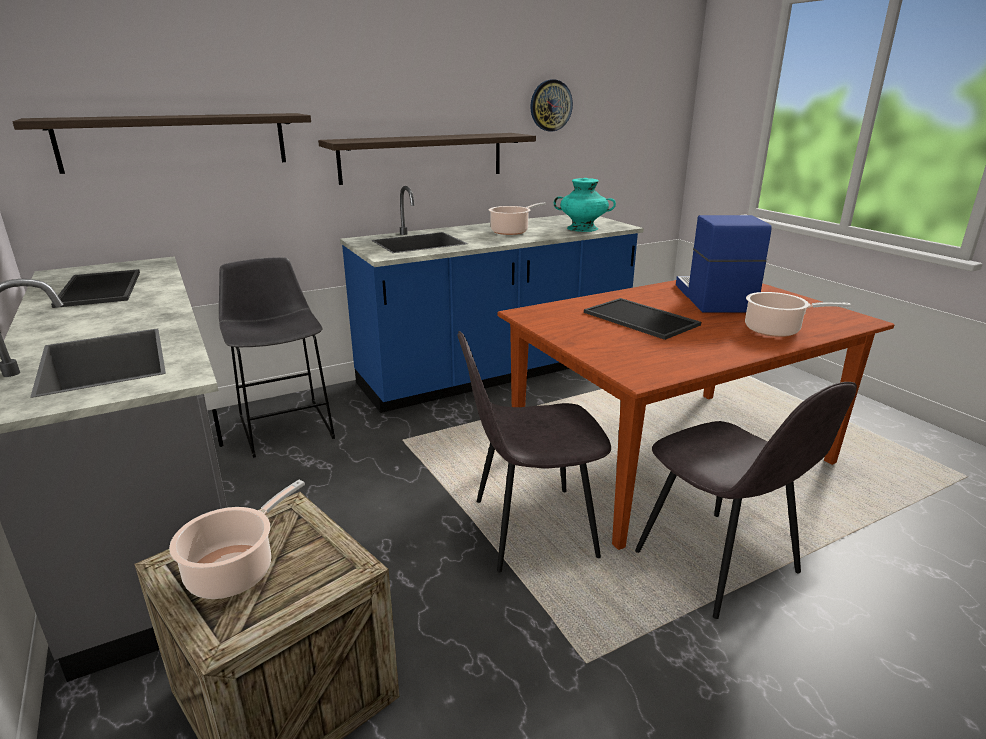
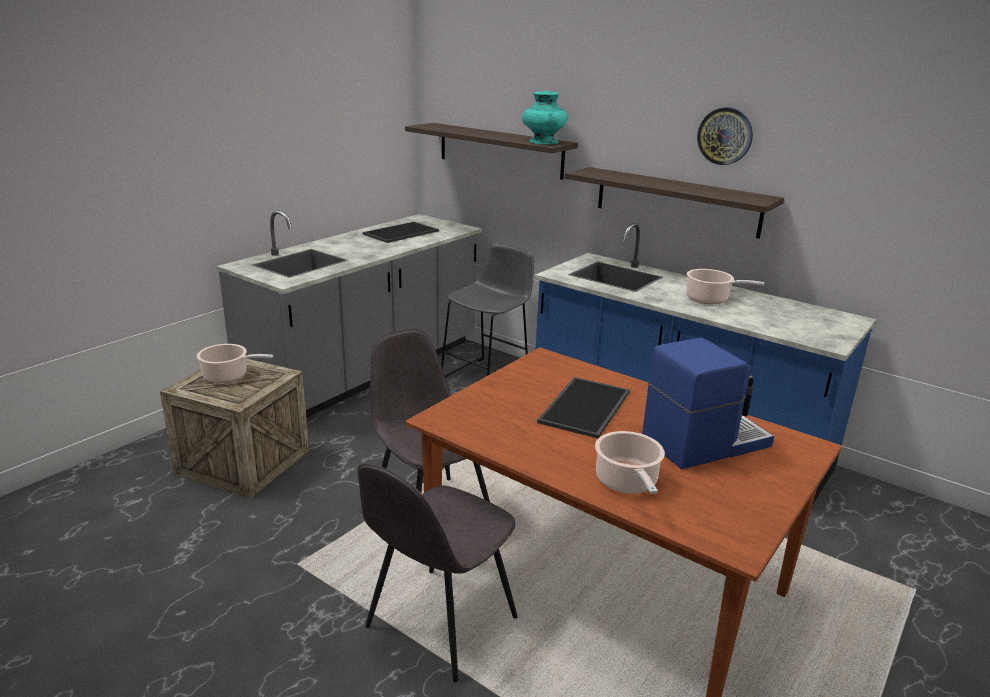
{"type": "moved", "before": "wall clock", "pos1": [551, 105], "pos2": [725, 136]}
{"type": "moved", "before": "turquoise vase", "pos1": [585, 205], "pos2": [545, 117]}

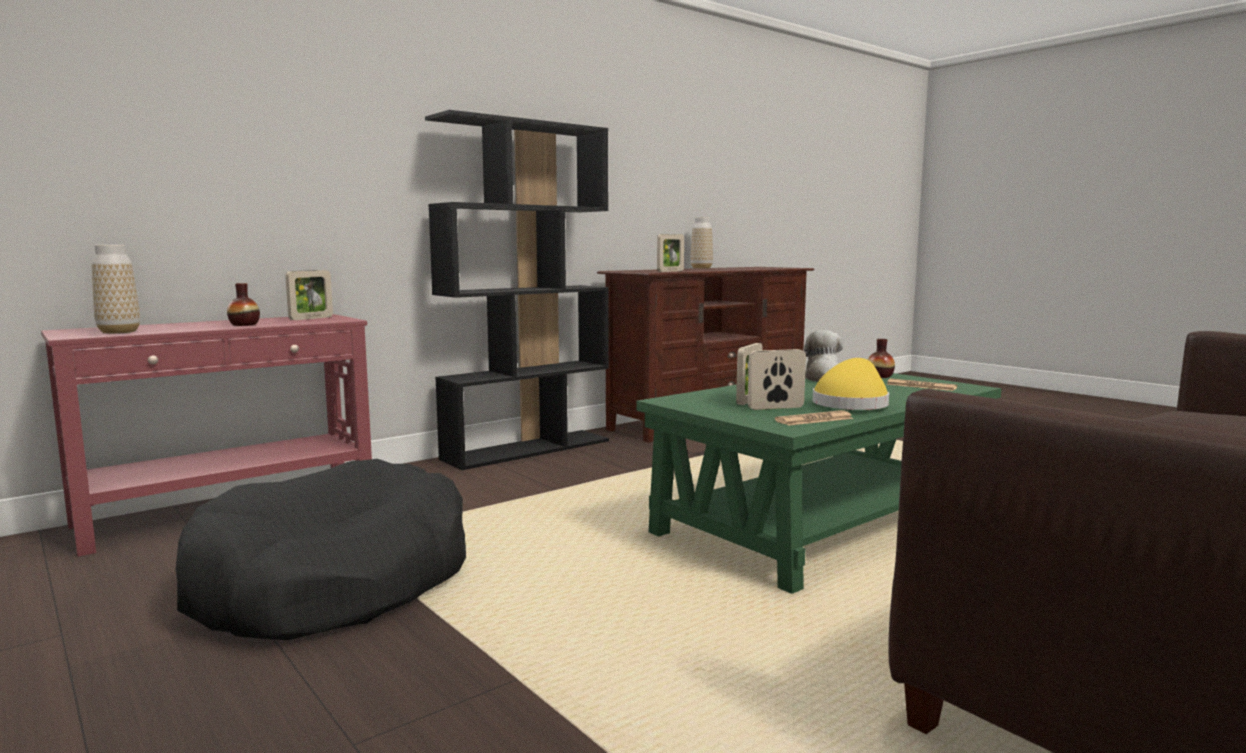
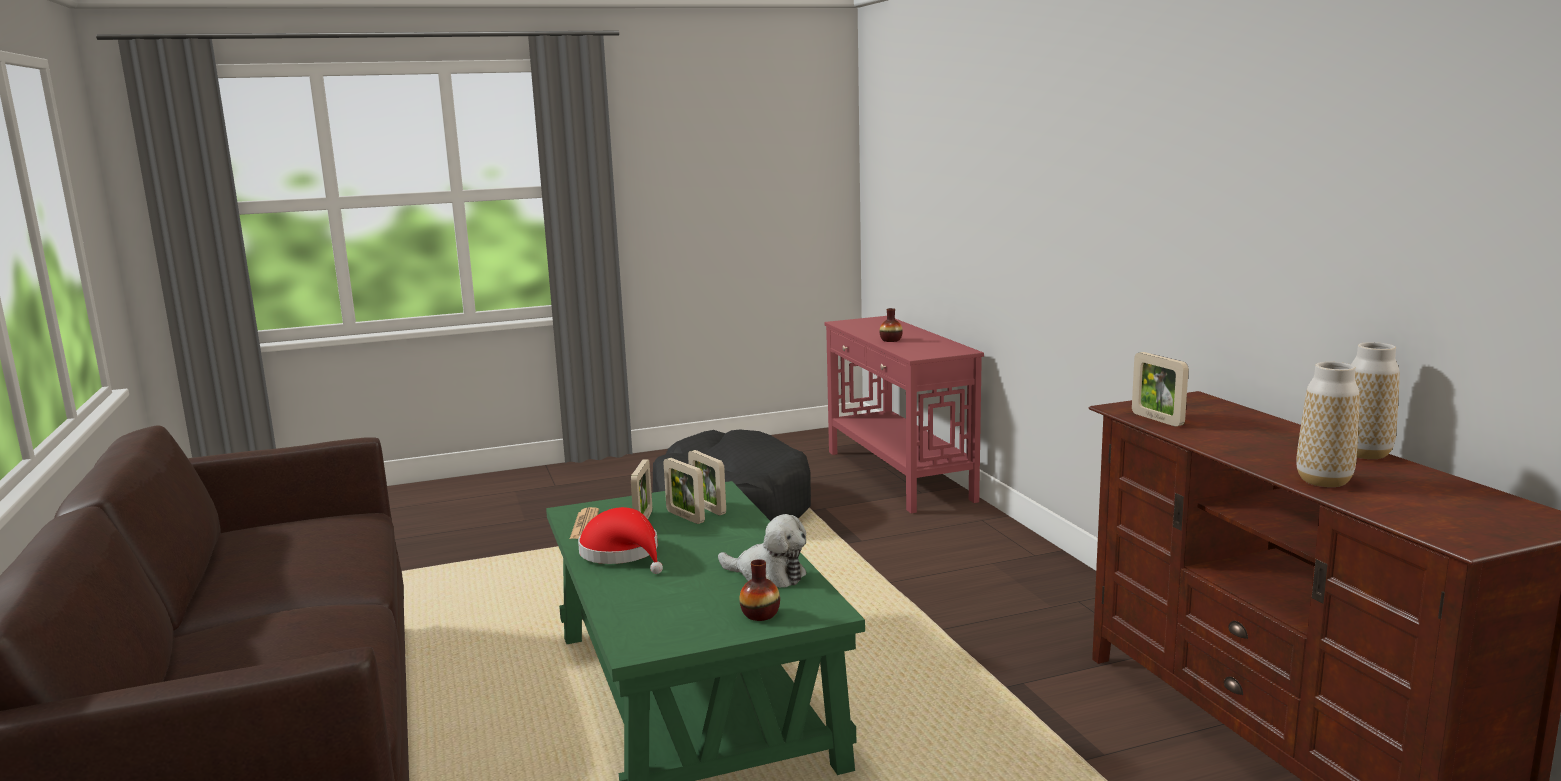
{"type": "removed", "before": "blackish shelving unit", "pos1": [517, 290]}
{"type": "removed", "before": "daily paper", "pos1": [922, 385]}
{"type": "moved", "before": "vase", "pos1": [116, 289], "pos2": [1328, 424]}
{"type": "moved", "before": "photo frame", "pos1": [309, 295], "pos2": [707, 483]}
{"type": "recoloured", "before": "yellowish hat", "after": "red-coloured hat", "pos1": [851, 384], "pos2": [620, 540]}

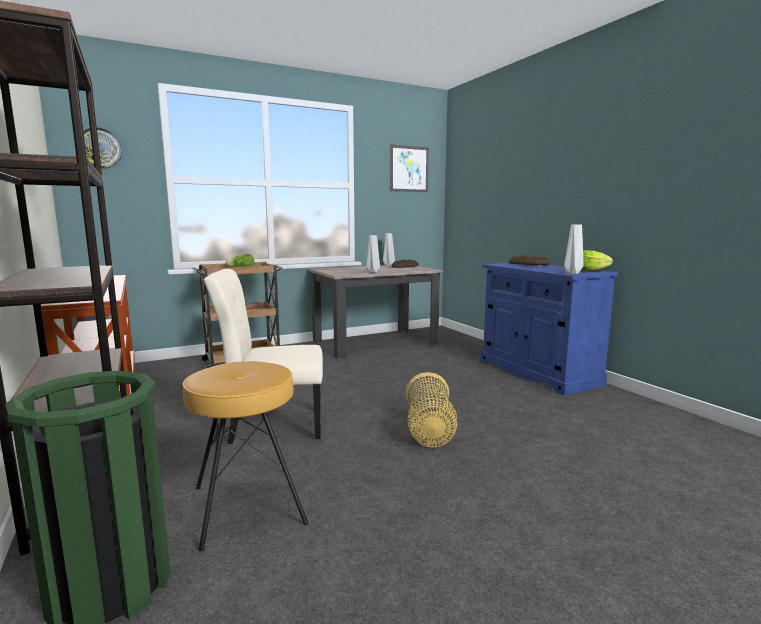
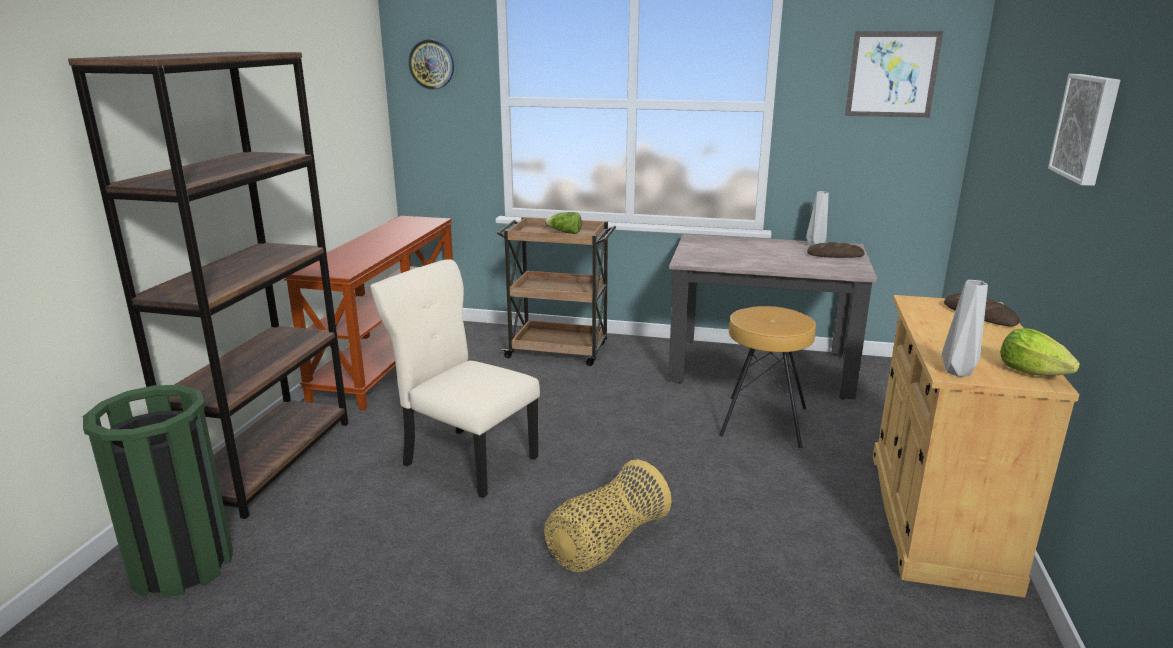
{"type": "removed", "before": "grey vase", "pos1": [373, 254]}
{"type": "added", "after": "wall art", "pos2": [1084, 130]}
{"type": "moved", "before": "brownish stool seat", "pos1": [245, 456], "pos2": [767, 377]}
{"type": "recoloured", "before": "blue cupboard", "after": "beige-coloured cupboard", "pos1": [549, 329], "pos2": [976, 446]}

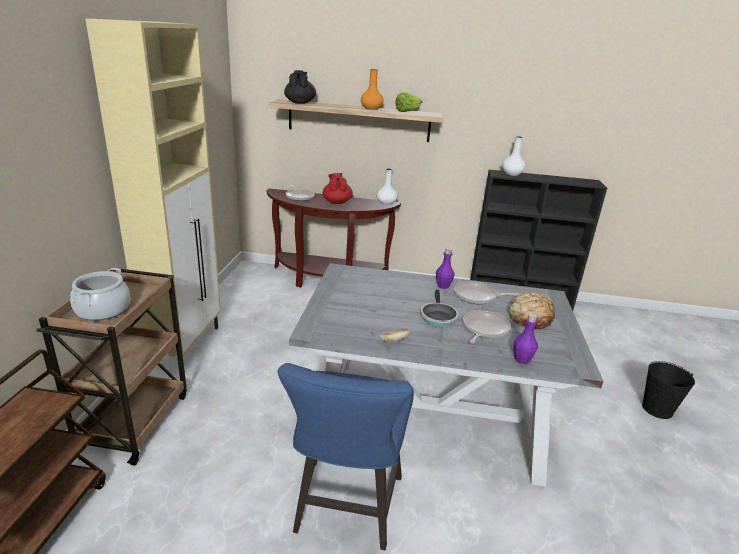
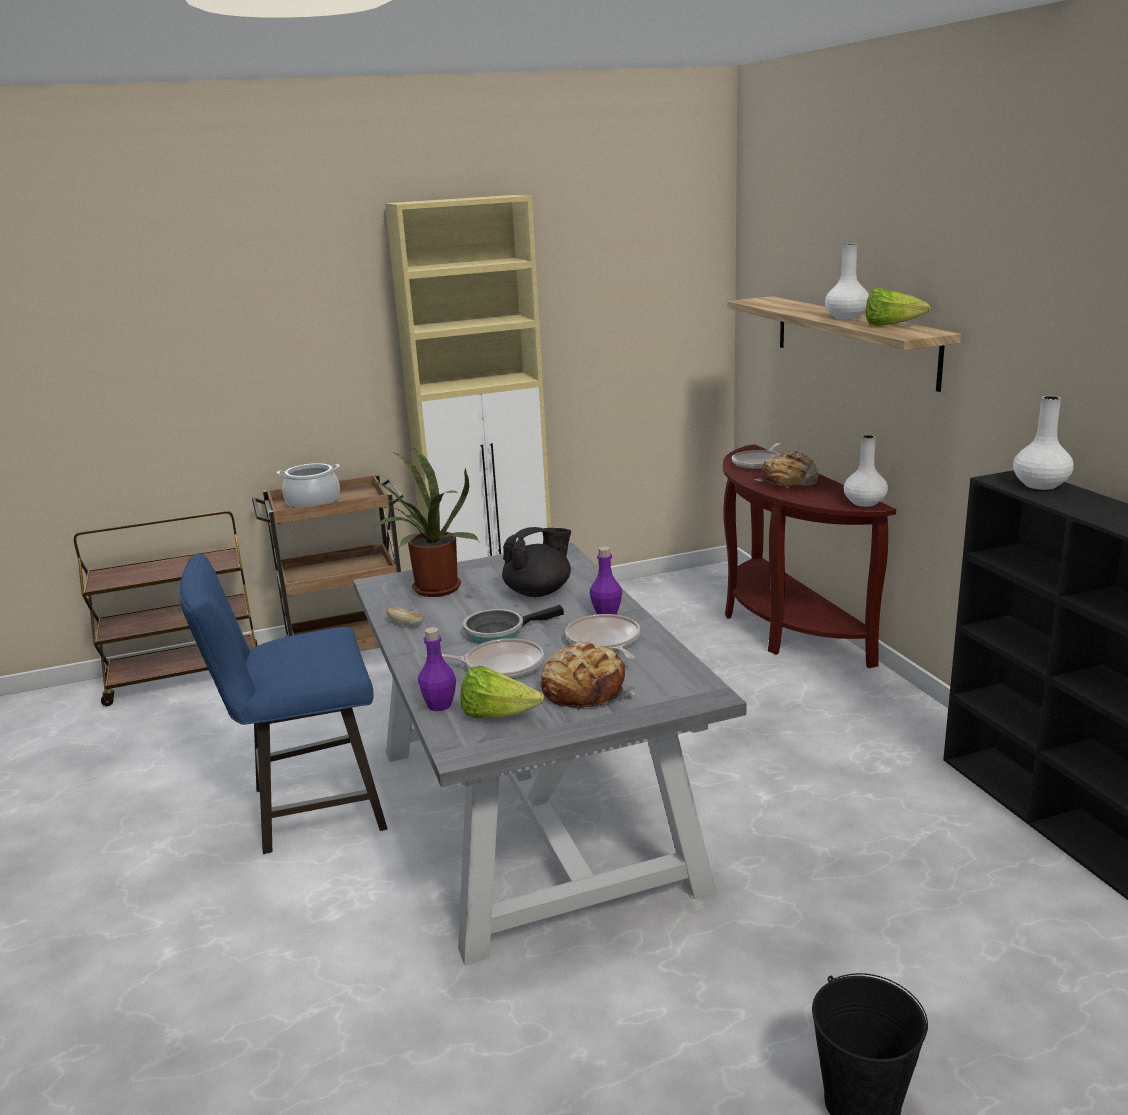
{"type": "added", "after": "potted plant", "pos2": [423, 522]}
{"type": "added", "after": "lettuce", "pos2": [502, 692]}
{"type": "moved", "before": "blackish pot for tea", "pos1": [300, 87], "pos2": [536, 562]}
{"type": "replaced", "before": "red-coloured pot for tea", "after": "bread", "pos1": [338, 188], "pos2": [786, 469]}
{"type": "recoloured", "before": "orange vase", "after": "white vase", "pos1": [372, 89], "pos2": [847, 281]}

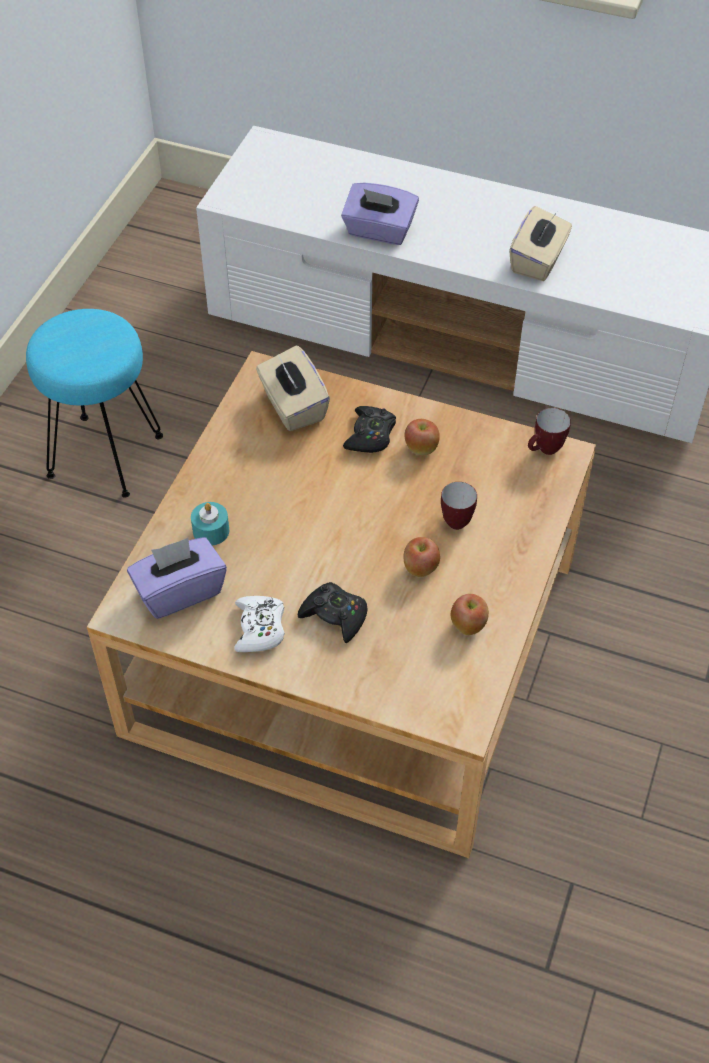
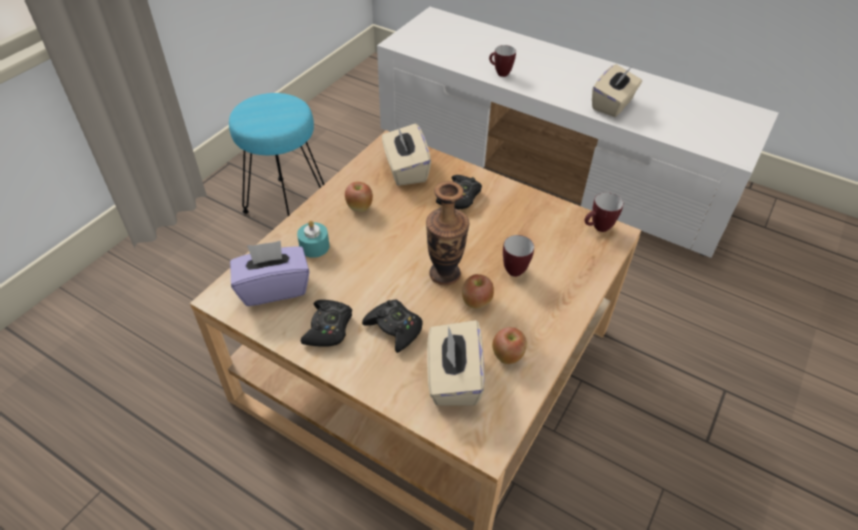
{"type": "added", "after": "vase", "pos2": [447, 233]}
{"type": "added", "after": "beige-coloured box of tissues", "pos2": [456, 363]}
{"type": "moved", "before": "whole apple", "pos1": [422, 437], "pos2": [359, 197]}
{"type": "replaced", "before": "purple box of tissues", "after": "coffee mug", "pos1": [380, 214], "pos2": [502, 61]}
{"type": "recoloured", "before": "white game controller", "after": "blackish game controller", "pos1": [259, 624], "pos2": [326, 323]}

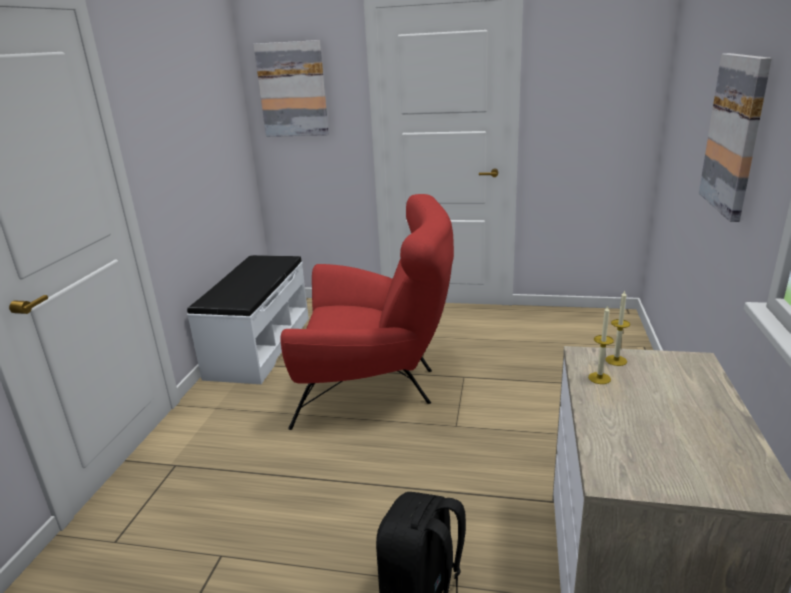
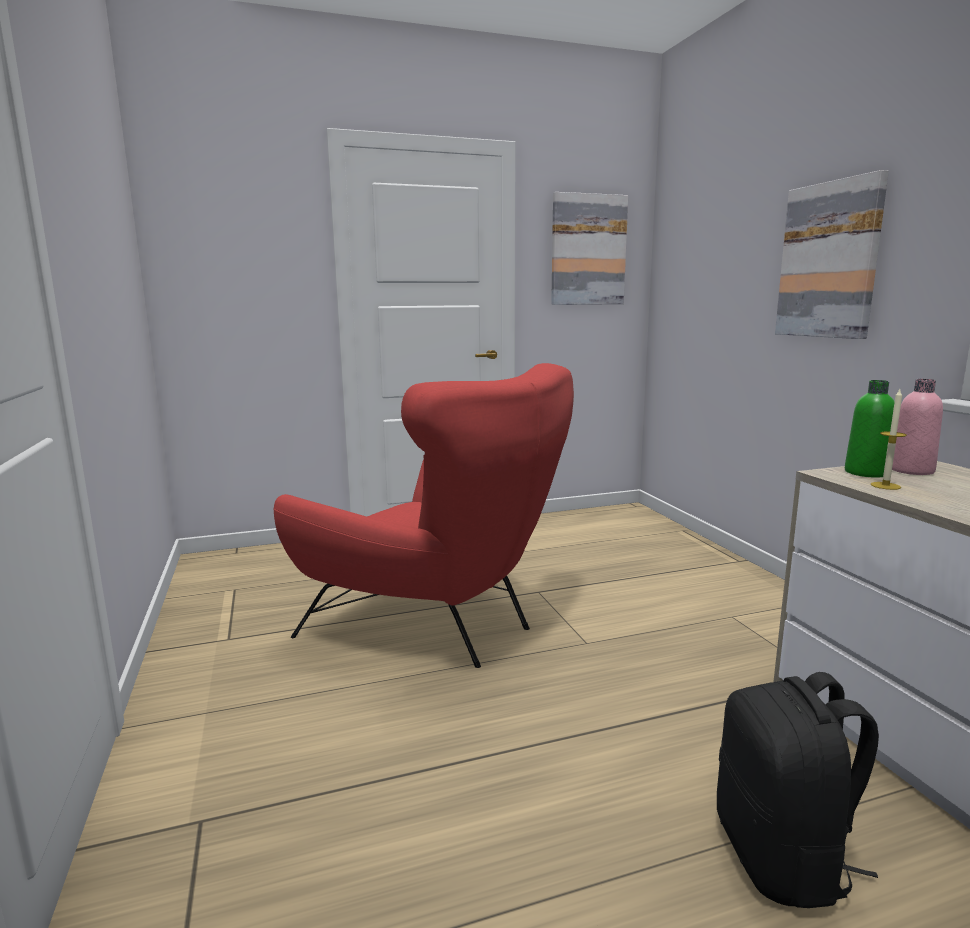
{"type": "removed", "before": "white indoor bench", "pos1": [248, 319]}
{"type": "added", "after": "pinkish drink bottle", "pos2": [917, 427]}
{"type": "moved", "before": "wall art", "pos1": [291, 88], "pos2": [589, 248]}
{"type": "replaced", "before": "wax light", "after": "green-coloured drink bottle", "pos1": [617, 328], "pos2": [870, 429]}
{"type": "turned", "before": "red-coloured easy chair", "pos1": [367, 312], "pos2": [424, 515], "turn": 60}

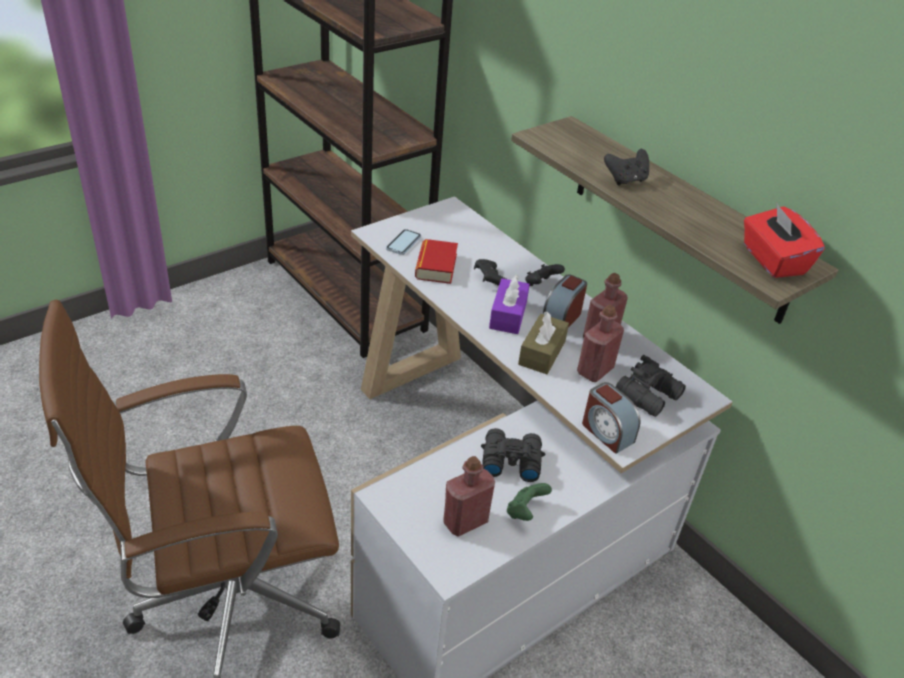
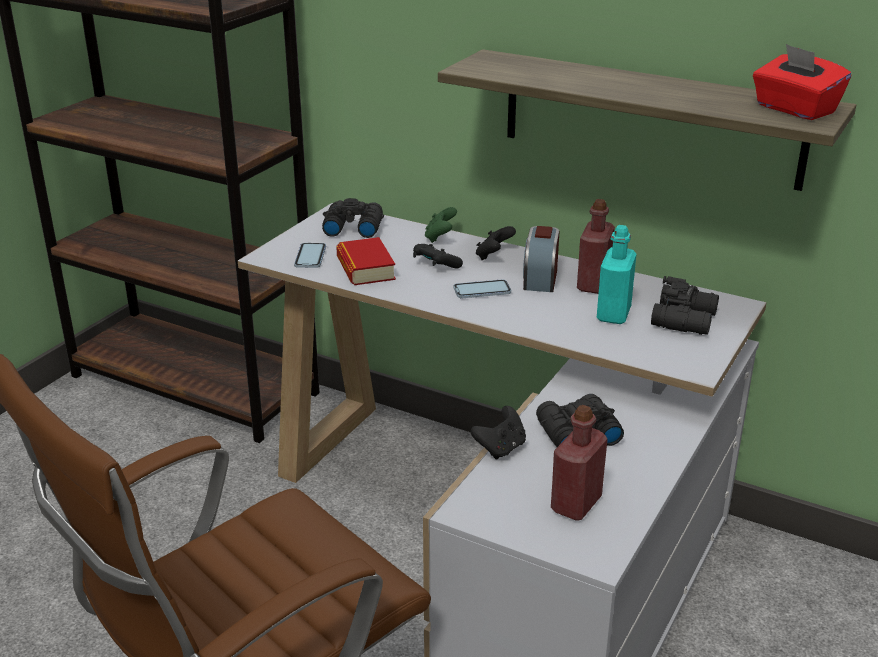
{"type": "removed", "before": "brownish box of tissues", "pos1": [543, 343]}
{"type": "removed", "before": "alarm clock", "pos1": [611, 418]}
{"type": "added", "after": "blackish binoculars", "pos2": [353, 218]}
{"type": "moved", "before": "green-coloured game controller", "pos1": [529, 502], "pos2": [441, 225]}
{"type": "moved", "before": "blackish game controller", "pos1": [626, 167], "pos2": [498, 433]}
{"type": "replaced", "before": "purple box of tissues", "after": "handset", "pos1": [509, 304], "pos2": [482, 289]}
{"type": "recoloured", "before": "red-coloured drink bottle", "after": "turquoise drink bottle", "pos1": [600, 343], "pos2": [617, 274]}

